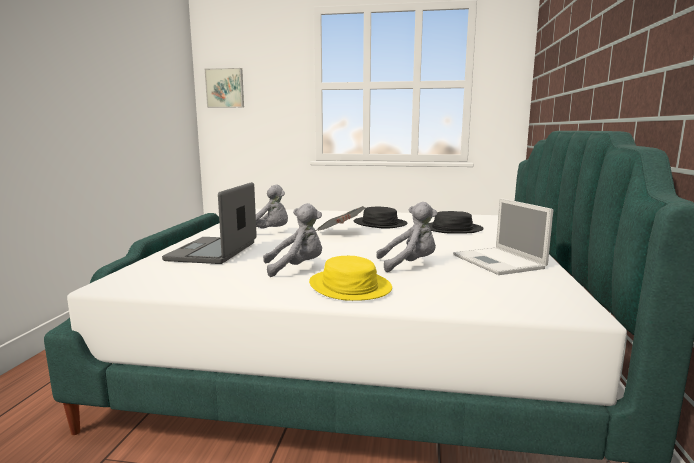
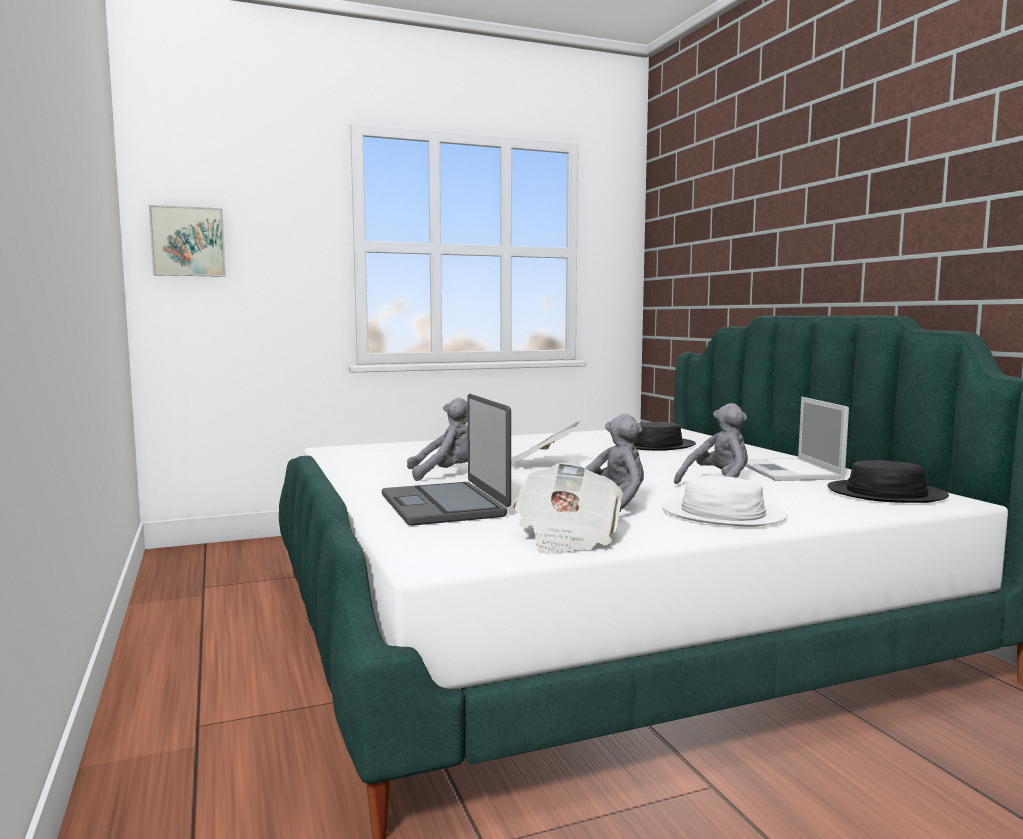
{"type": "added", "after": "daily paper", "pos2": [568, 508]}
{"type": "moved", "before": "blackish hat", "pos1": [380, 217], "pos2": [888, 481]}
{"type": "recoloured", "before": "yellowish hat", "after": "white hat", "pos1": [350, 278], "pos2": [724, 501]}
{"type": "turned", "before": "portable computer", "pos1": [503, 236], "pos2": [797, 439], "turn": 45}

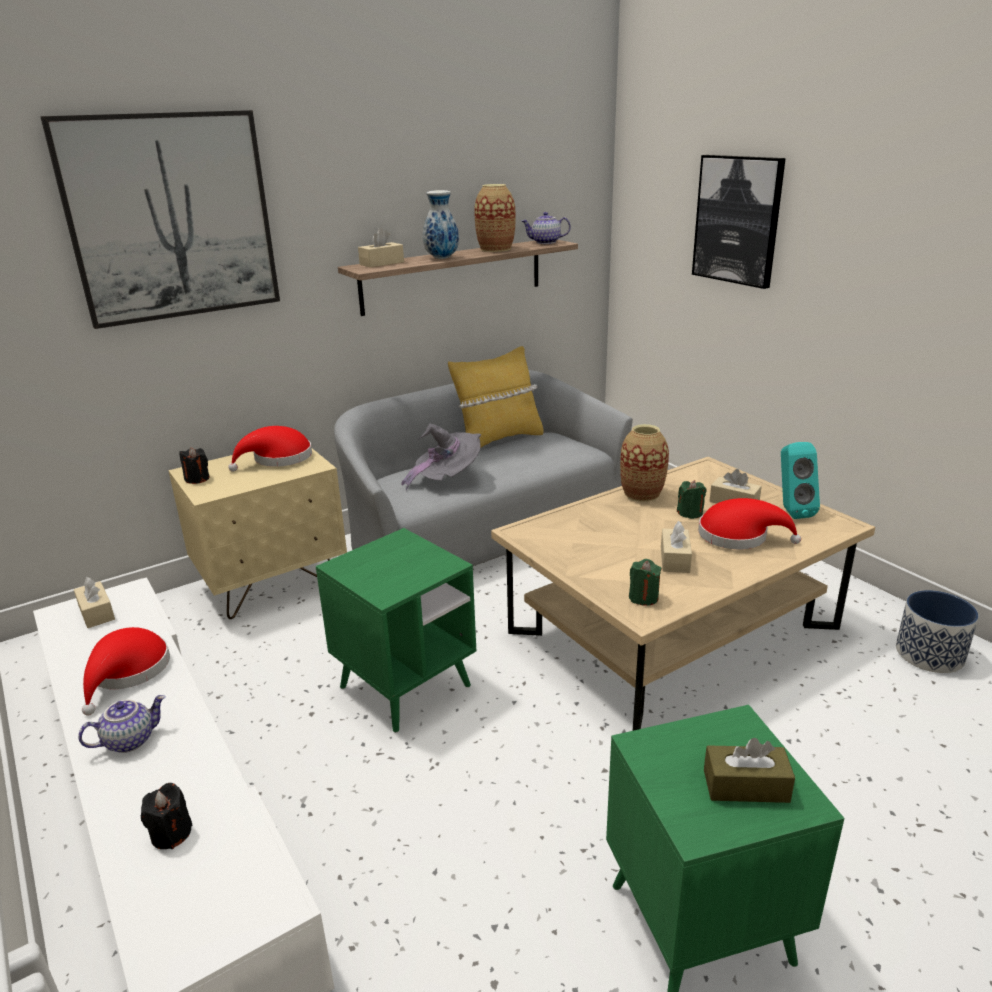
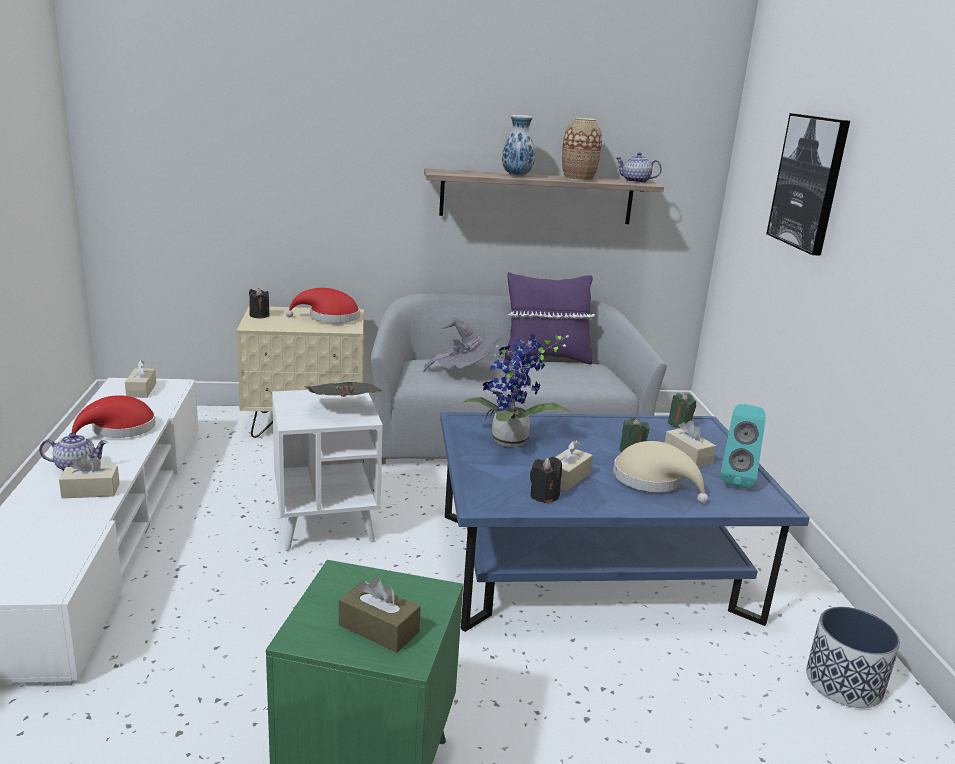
{"type": "removed", "before": "wall art", "pos1": [160, 219]}
{"type": "removed", "before": "vase", "pos1": [644, 463]}
{"type": "added", "after": "daily paper", "pos2": [343, 389]}
{"type": "added", "after": "potted plant", "pos2": [518, 390]}
{"type": "moved", "before": "blackish wax light", "pos1": [167, 816], "pos2": [546, 480]}
{"type": "moved", "before": "beige-coloured box of tissues", "pos1": [381, 248], "pos2": [89, 476]}
{"type": "moved", "before": "green-coloured wax light", "pos1": [645, 582], "pos2": [682, 410]}
{"type": "recoloured", "before": "green-coloured end table", "after": "white end table", "pos1": [396, 630], "pos2": [327, 470]}
{"type": "recoloured", "before": "yellowish cushion", "after": "purple cushion", "pos1": [496, 397], "pos2": [549, 318]}
{"type": "recoloured", "before": "beige-coloured coffee table", "after": "blue coffee table", "pos1": [683, 594], "pos2": [625, 522]}
{"type": "recoloured", "before": "red-coloured hat", "after": "beige-coloured hat", "pos1": [749, 523], "pos2": [660, 472]}

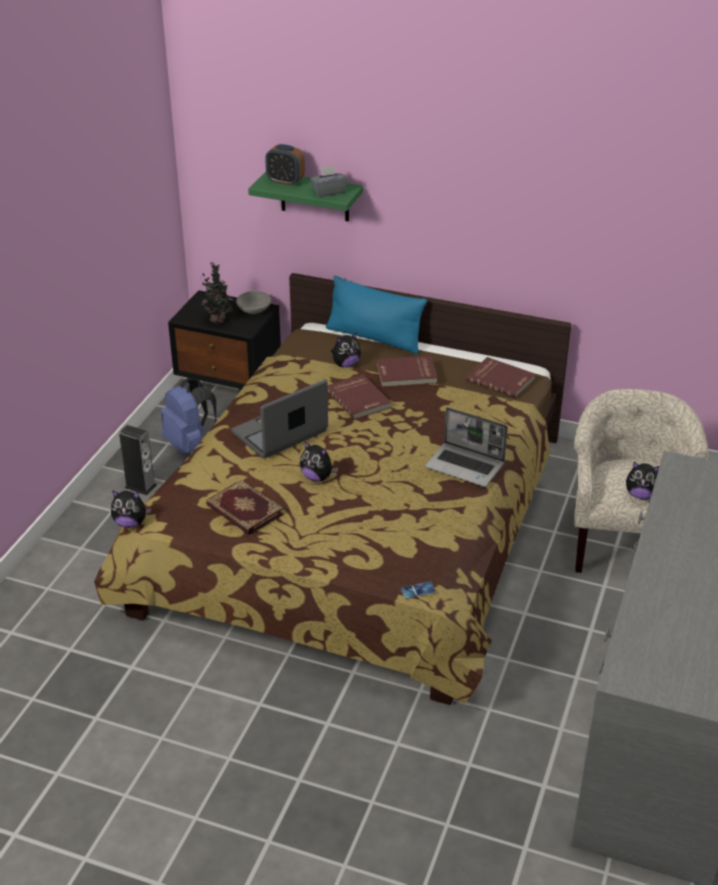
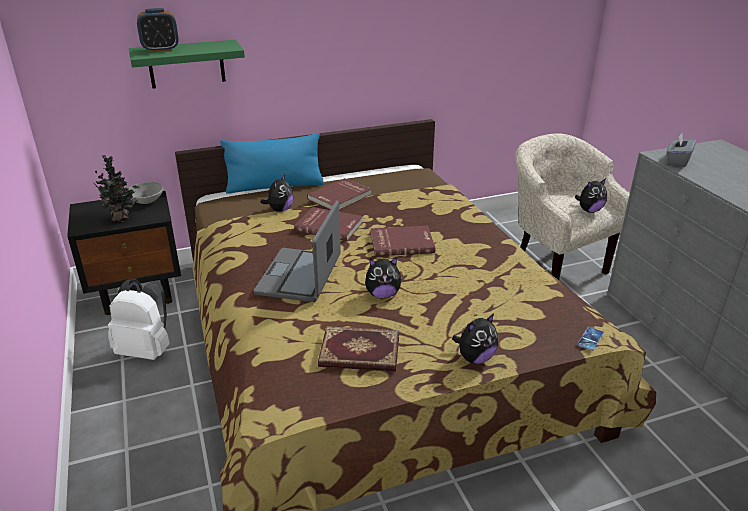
{"type": "removed", "before": "audio speaker", "pos1": [138, 460]}
{"type": "removed", "before": "portable computer", "pos1": [466, 447]}
{"type": "moved", "before": "cuddly toy", "pos1": [131, 509], "pos2": [475, 338]}
{"type": "moved", "before": "grey box of tissues", "pos1": [329, 181], "pos2": [681, 150]}
{"type": "moved", "before": "red-coloured bound book", "pos1": [500, 377], "pos2": [403, 241]}
{"type": "recoloured", "before": "blue knapsack", "after": "white knapsack", "pos1": [188, 416], "pos2": [139, 319]}

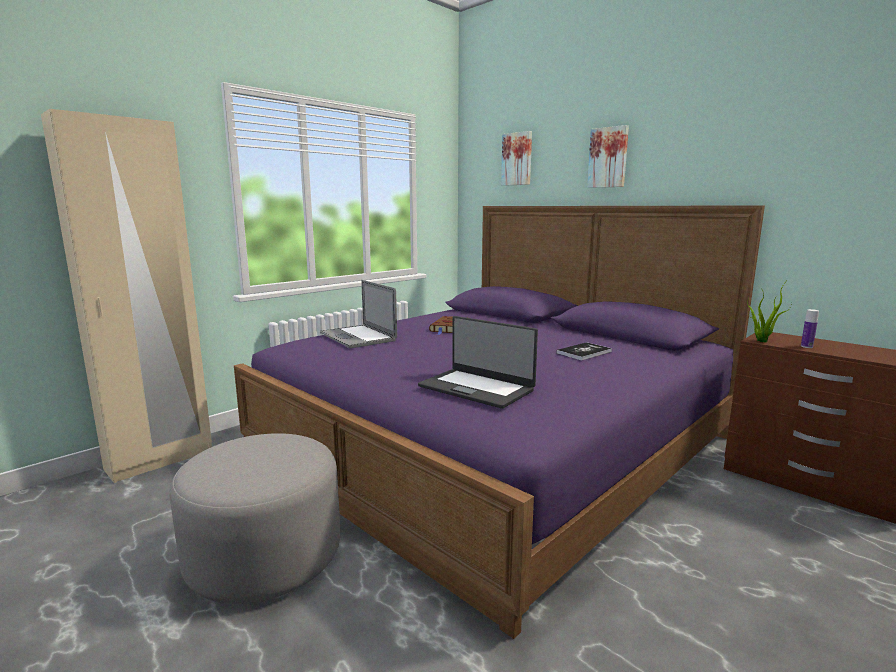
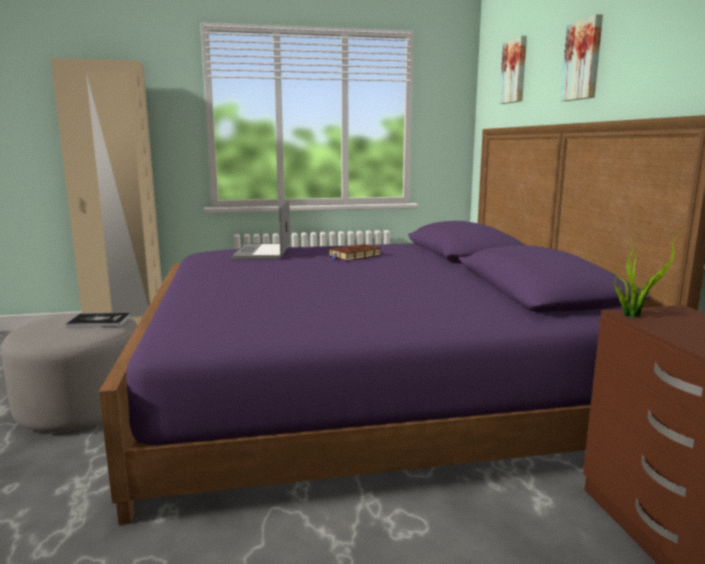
{"type": "removed", "before": "portable computer", "pos1": [478, 362]}
{"type": "removed", "before": "drink bottle", "pos1": [810, 328]}
{"type": "moved", "before": "bound book", "pos1": [584, 351], "pos2": [98, 320]}

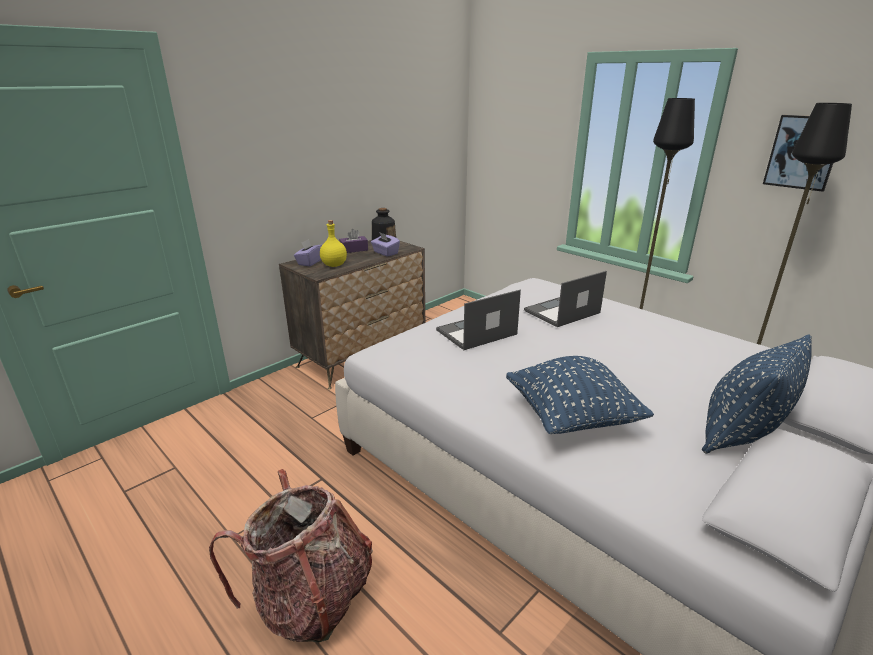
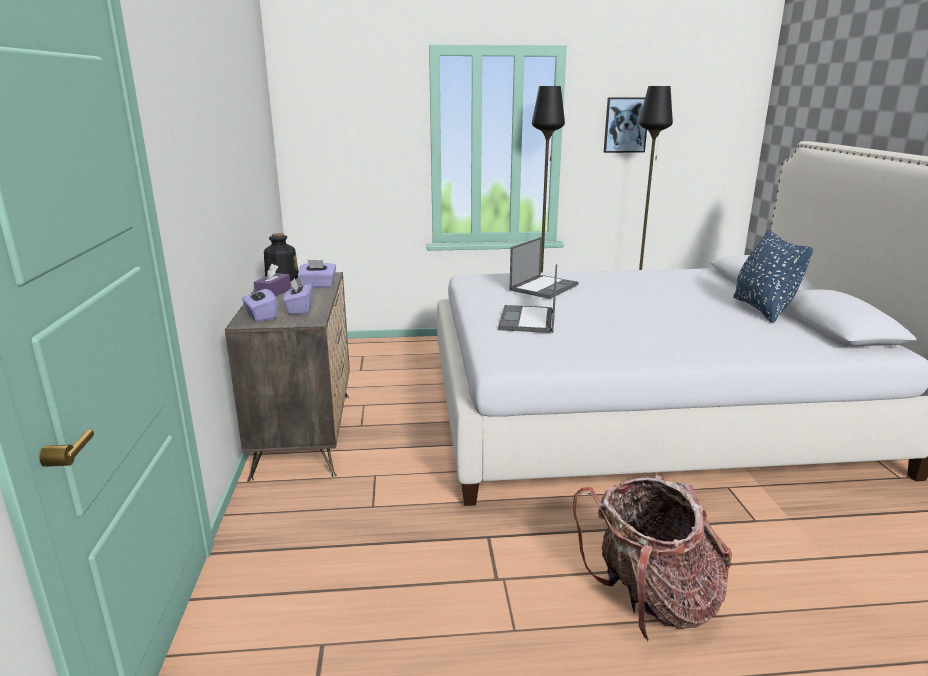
{"type": "removed", "before": "blue cushion", "pos1": [580, 395]}
{"type": "replaced", "before": "yellowish drink bottle", "after": "purple box of tissues", "pos1": [333, 243], "pos2": [298, 296]}
{"type": "turned", "before": "portable computer", "pos1": [565, 299], "pos2": [544, 268], "turn": -150}

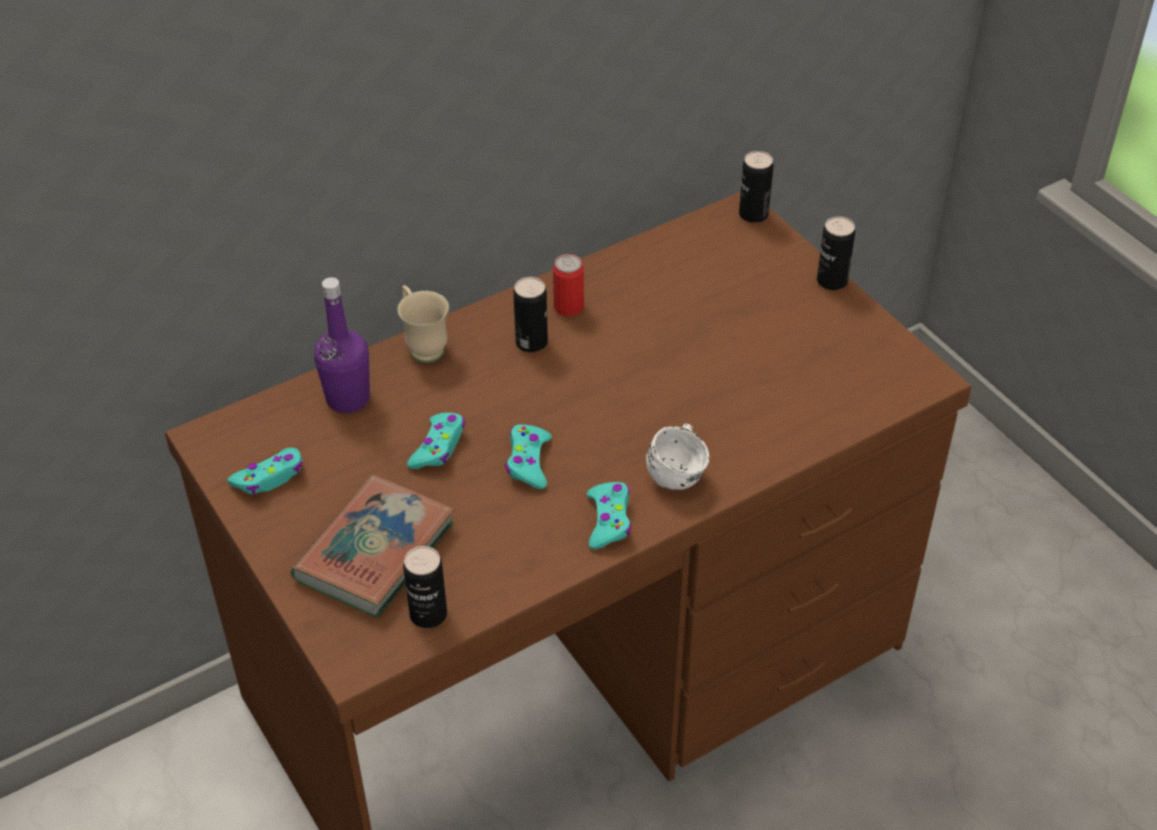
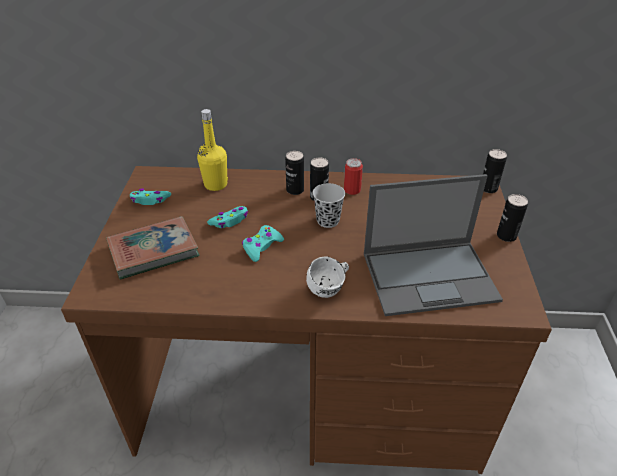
{"type": "removed", "before": "beige-coloured coffee mug", "pos1": [423, 324]}
{"type": "removed", "before": "turquoise game controller", "pos1": [609, 515]}
{"type": "added", "after": "blackish drinking cup", "pos2": [329, 205]}
{"type": "added", "after": "portable computer", "pos2": [433, 245]}
{"type": "moved", "before": "metal can", "pos1": [425, 587], "pos2": [294, 173]}
{"type": "recoloured", "before": "purple drink bottle", "after": "yellowish drink bottle", "pos1": [342, 345], "pos2": [212, 150]}

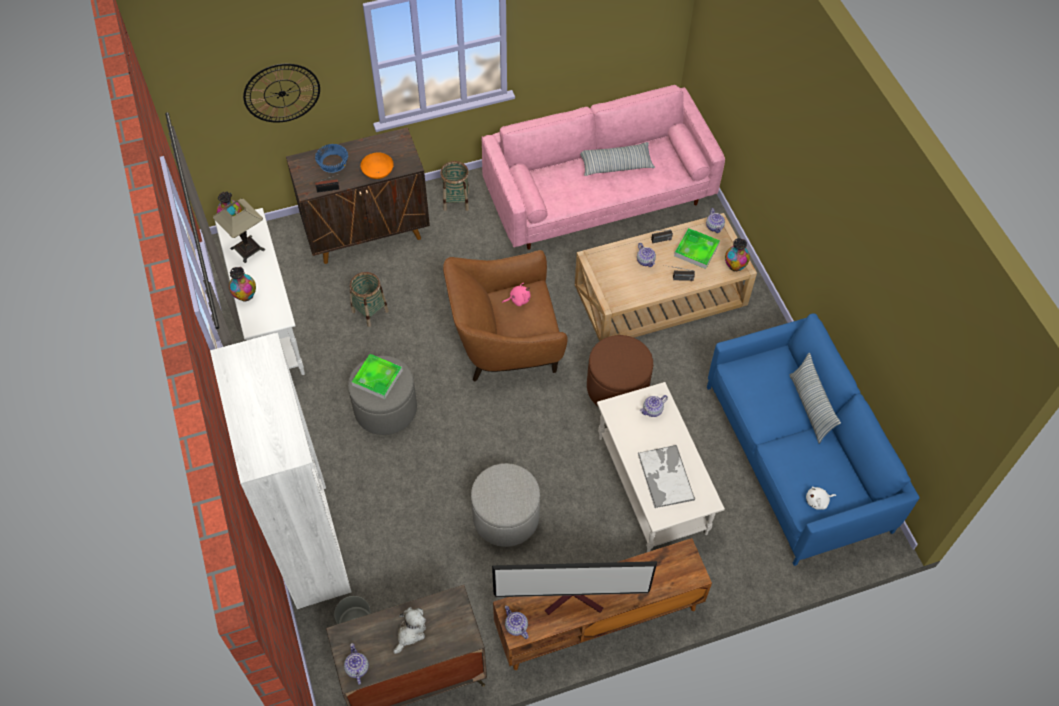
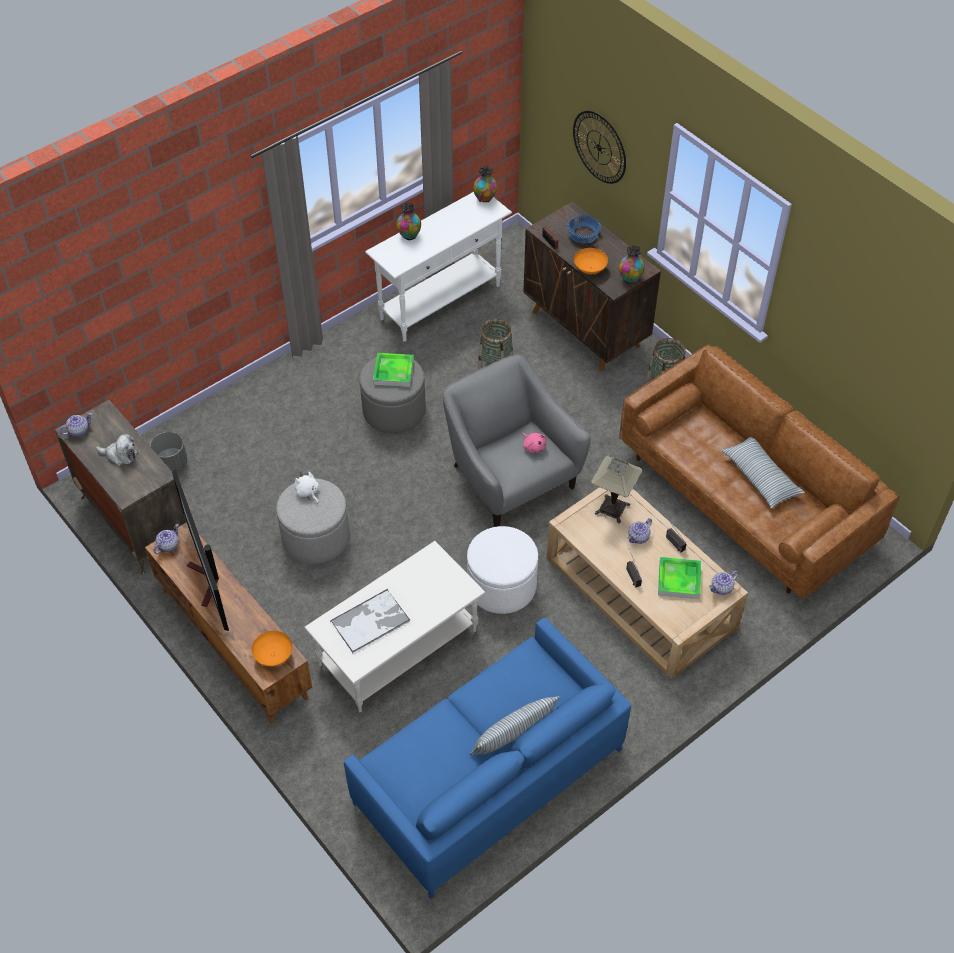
{"type": "removed", "before": "white shelving unit", "pos1": [281, 471]}
{"type": "removed", "before": "pot for tea", "pos1": [654, 406]}
{"type": "added", "after": "orange bowl", "pos2": [272, 648]}
{"type": "moved", "before": "table lamp", "pos1": [239, 231], "pos2": [616, 490]}
{"type": "moved", "before": "vase", "pos1": [737, 254], "pos2": [632, 264]}
{"type": "moved", "before": "white cuddly toy", "pos1": [821, 498], "pos2": [307, 487]}
{"type": "recoloured", "before": "brownish easy chair", "after": "grey easy chair", "pos1": [505, 316], "pos2": [517, 441]}
{"type": "recoloured", "before": "pinkish couch", "after": "brownish couch", "pos1": [603, 167], "pos2": [759, 471]}
{"type": "recoloured", "before": "brownish ottoman", "after": "white ottoman", "pos1": [620, 370], "pos2": [502, 570]}

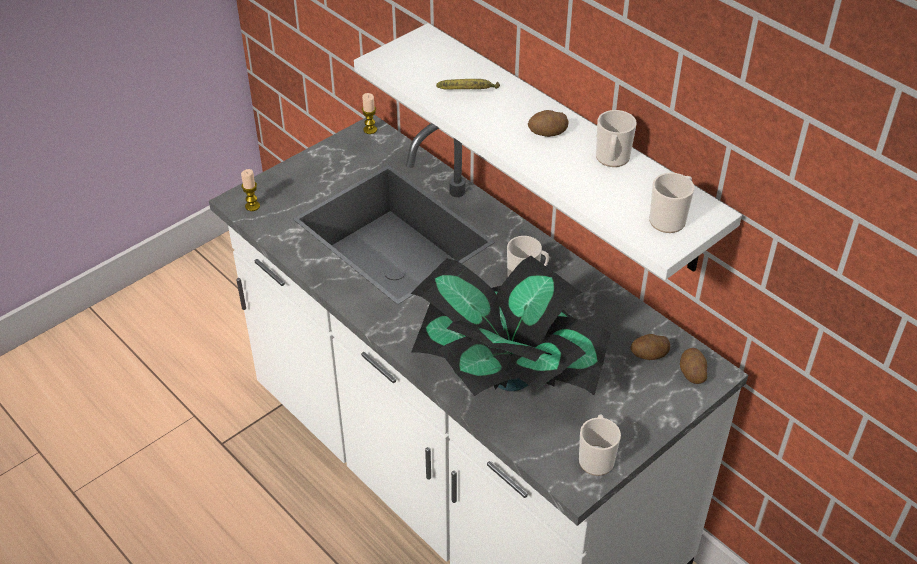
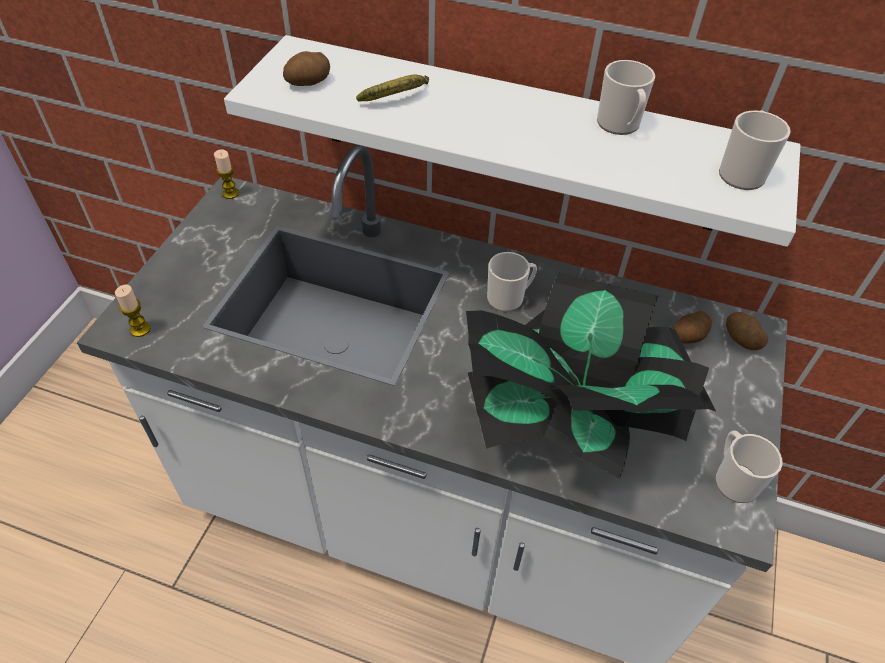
{"type": "moved", "before": "spud", "pos1": [548, 123], "pos2": [306, 68]}

